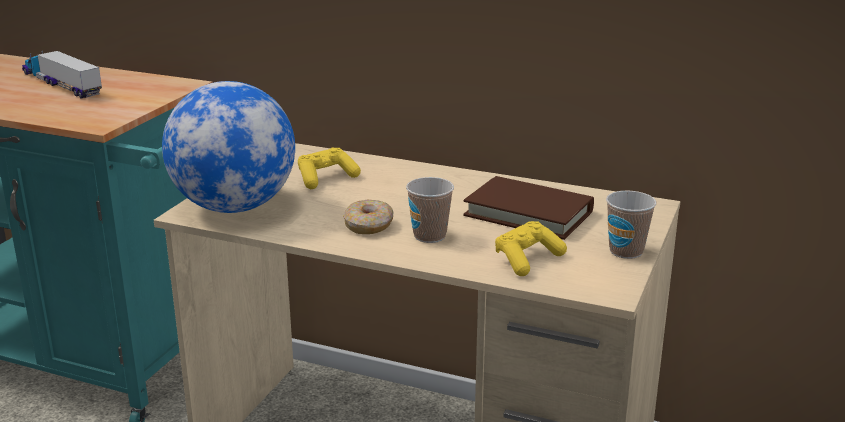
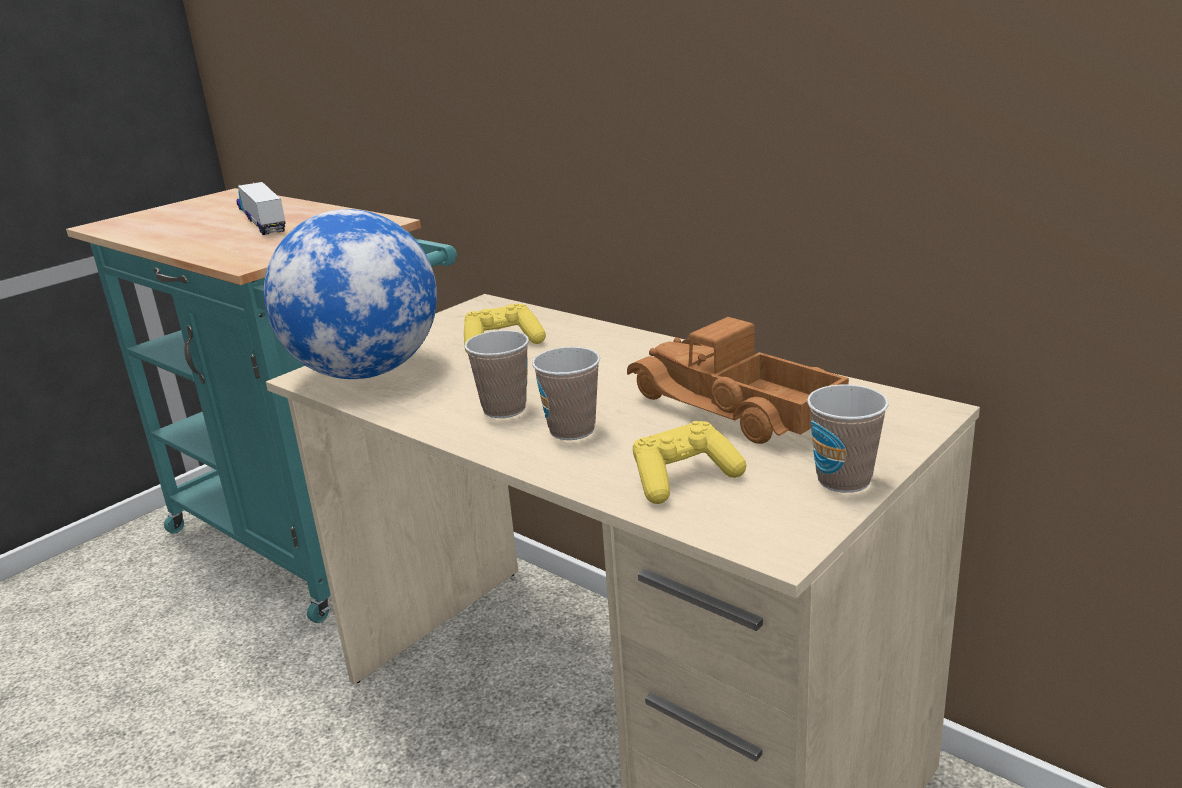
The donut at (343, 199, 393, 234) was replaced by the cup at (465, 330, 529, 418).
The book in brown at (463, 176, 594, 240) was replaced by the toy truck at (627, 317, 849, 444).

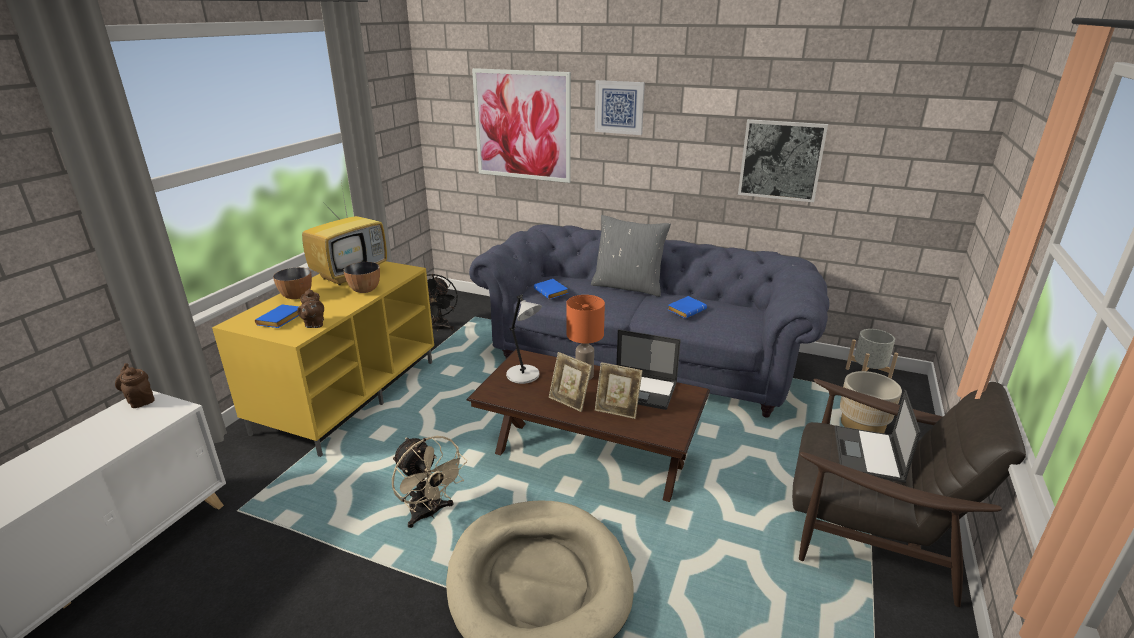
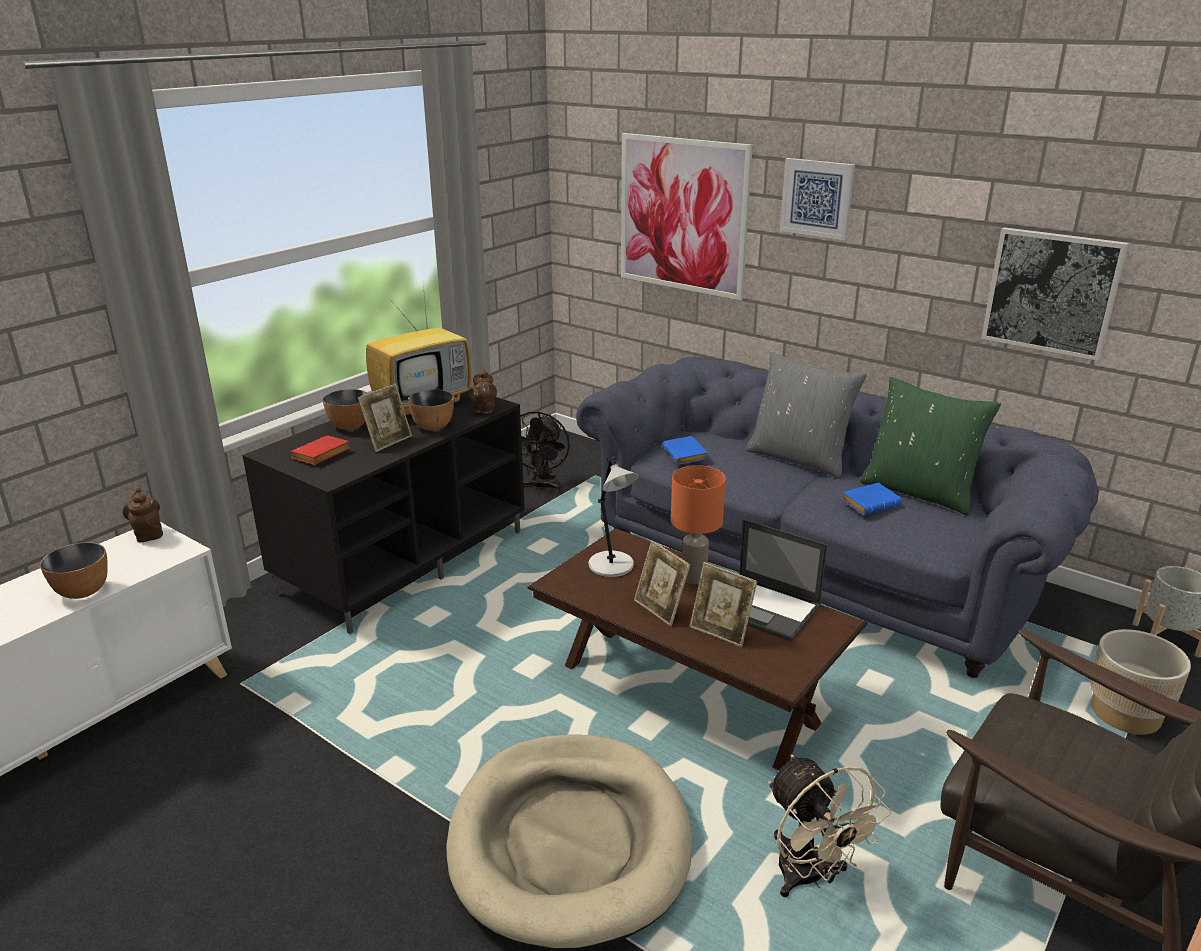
The tv stand in yellow at (212, 261, 434, 457) became the tv stand in black at (243, 390, 525, 634).
The book in blue at (255, 305, 299, 328) became the book in red at (290, 435, 351, 465).
The teapot in brown moved from (297, 288, 324, 328) to (469, 369, 497, 414).
The fan in beige moved from (392, 436, 467, 528) to (768, 755, 891, 897).
The laptop at (835, 390, 921, 483) disappeared.
The bowl at (40, 542, 108, 599) appeared.
The picture frame at (358, 384, 412, 452) appeared.
The pillow in green at (860, 377, 1001, 516) appeared.

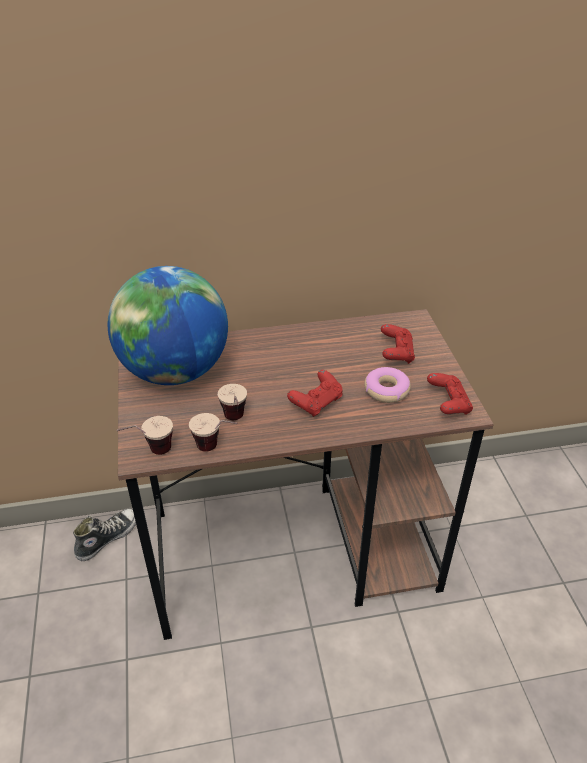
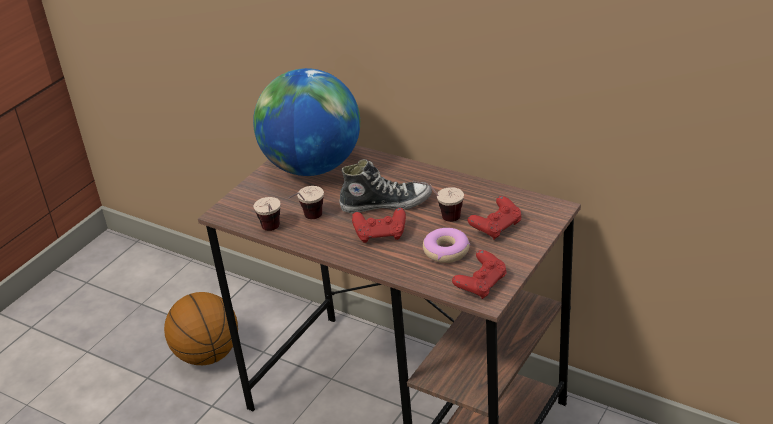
The shoe moved from (73, 508, 136, 561) to (339, 159, 432, 213).
The cup moved from (117, 416, 173, 455) to (413, 181, 464, 222).
The basketball at (164, 292, 238, 365) appeared.

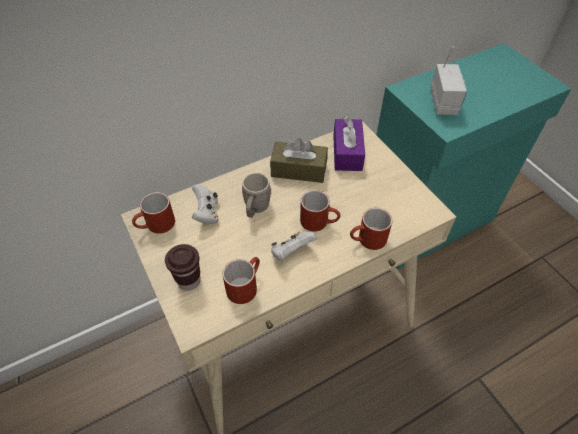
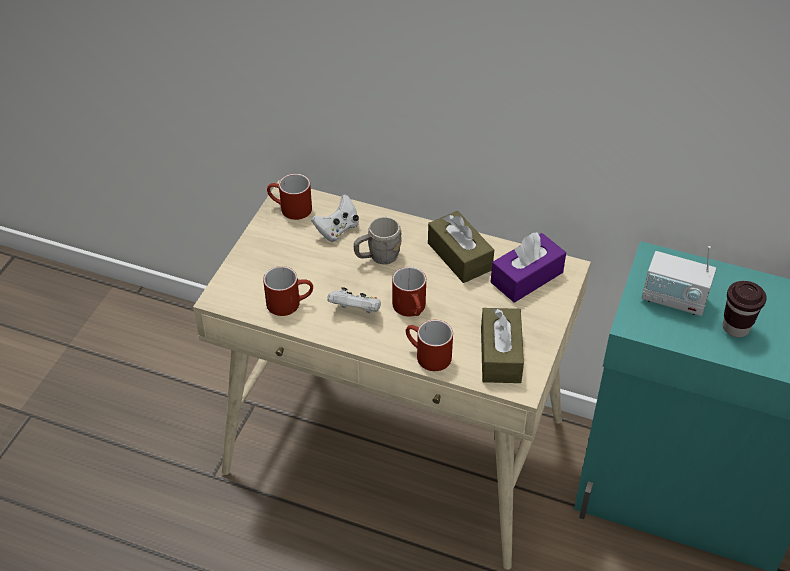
The cup in brown moved from (165, 244, 201, 291) to (723, 281, 767, 337).
The radio at (430, 46, 467, 115) turned 60 degrees clockwise.
The tissue box in brown at (481, 308, 524, 383) appeared.

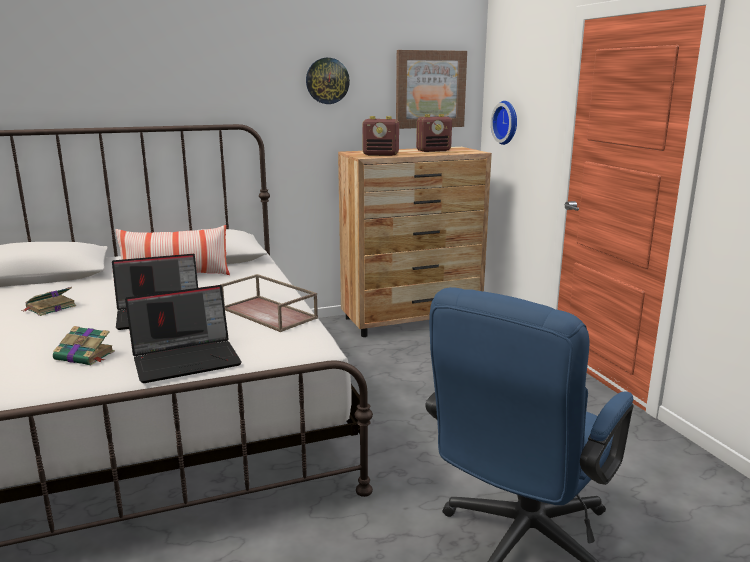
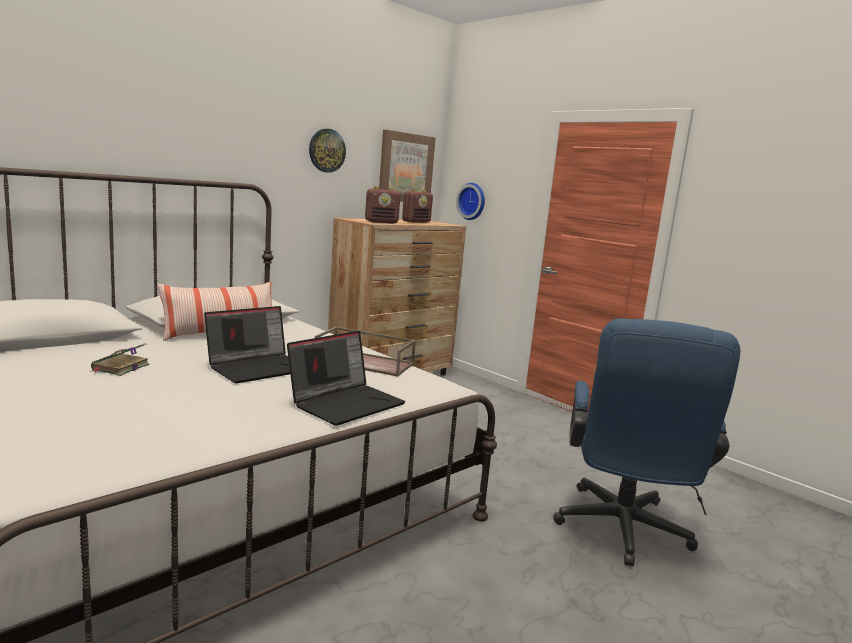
The book at (53, 326, 115, 365) disappeared.

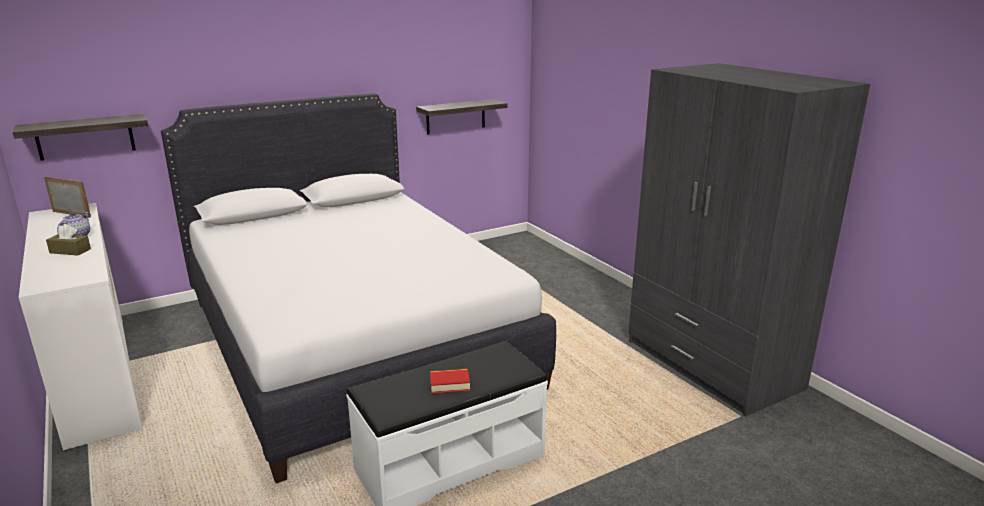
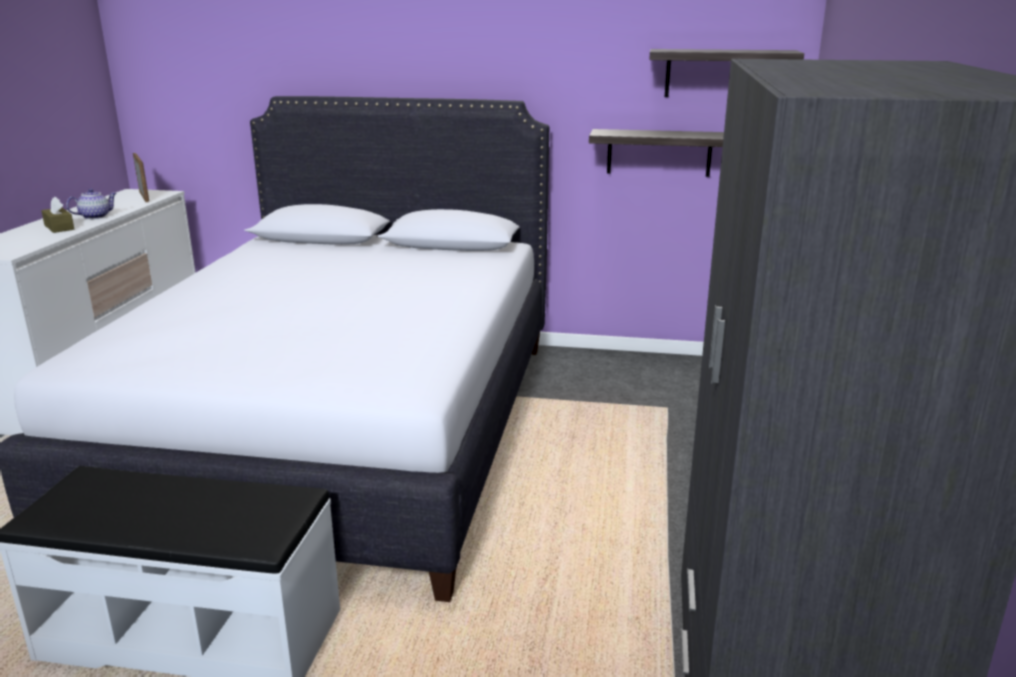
The shelf moved from (13, 114, 148, 161) to (649, 49, 804, 97).
The book at (430, 369, 470, 394) disappeared.

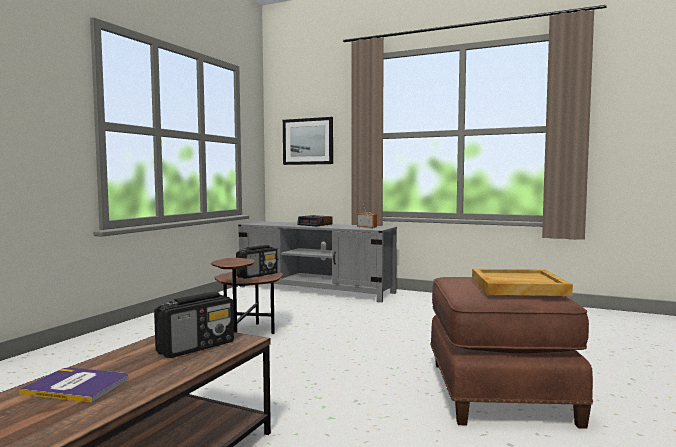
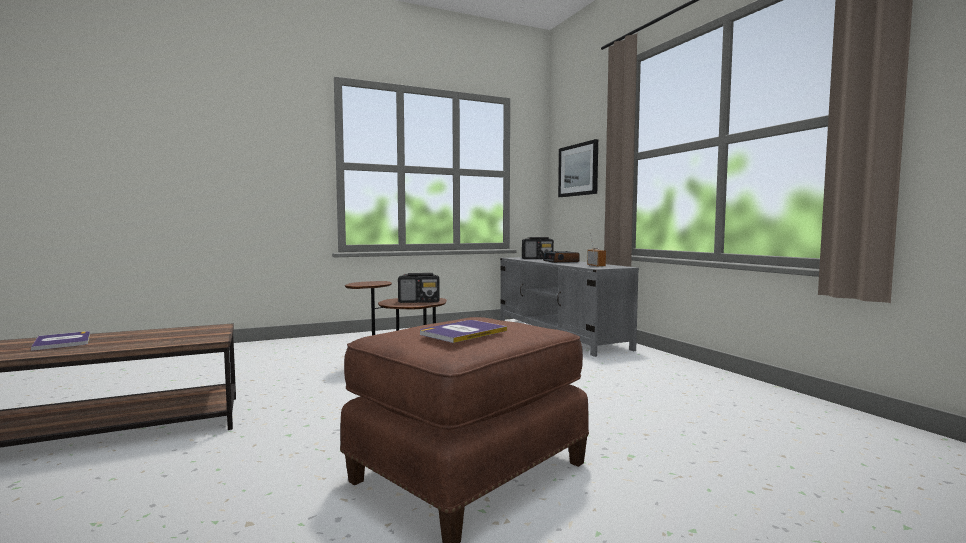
The radio moved from (154, 292, 234, 358) to (522, 237, 554, 259).
The tray in beige at (472, 269, 573, 296) was replaced by the book at (420, 320, 507, 343).

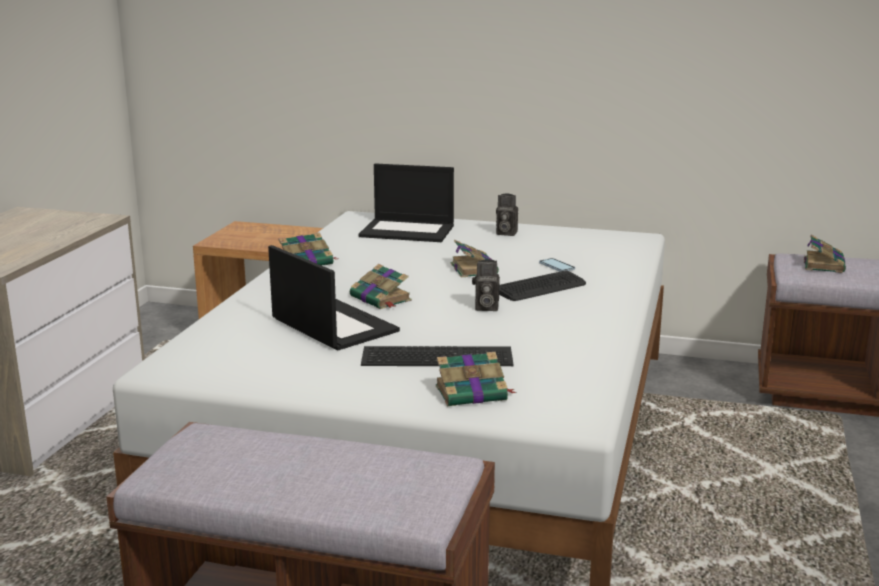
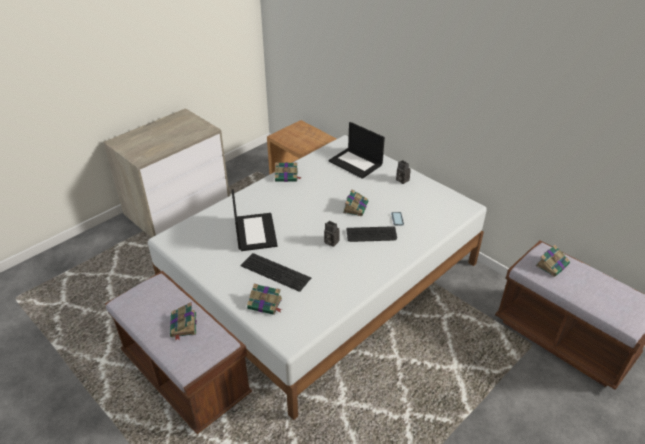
The book moved from (350, 264, 412, 309) to (170, 302, 197, 341).

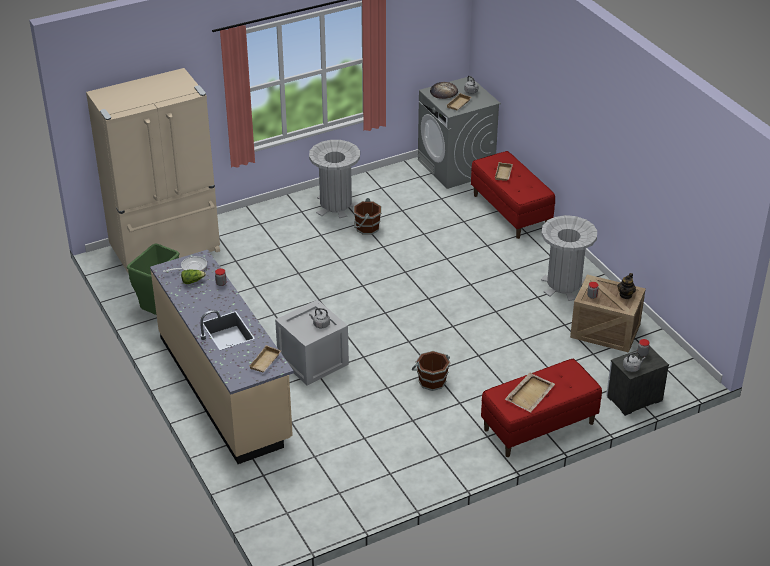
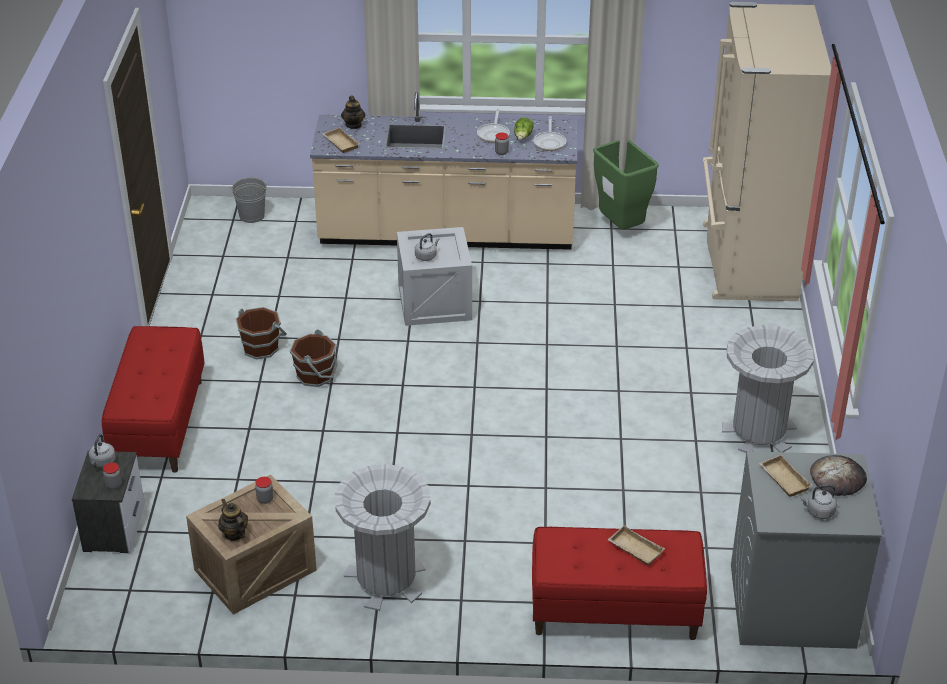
The bucket in brown moved from (353, 198, 382, 235) to (236, 307, 287, 360).
The tray in beige at (505, 373, 555, 412) disappeared.
The bucket in grey at (230, 177, 268, 223) appeared.
The teapot at (341, 96, 365, 129) appeared.
The frying pan at (477, 109, 510, 143) appeared.

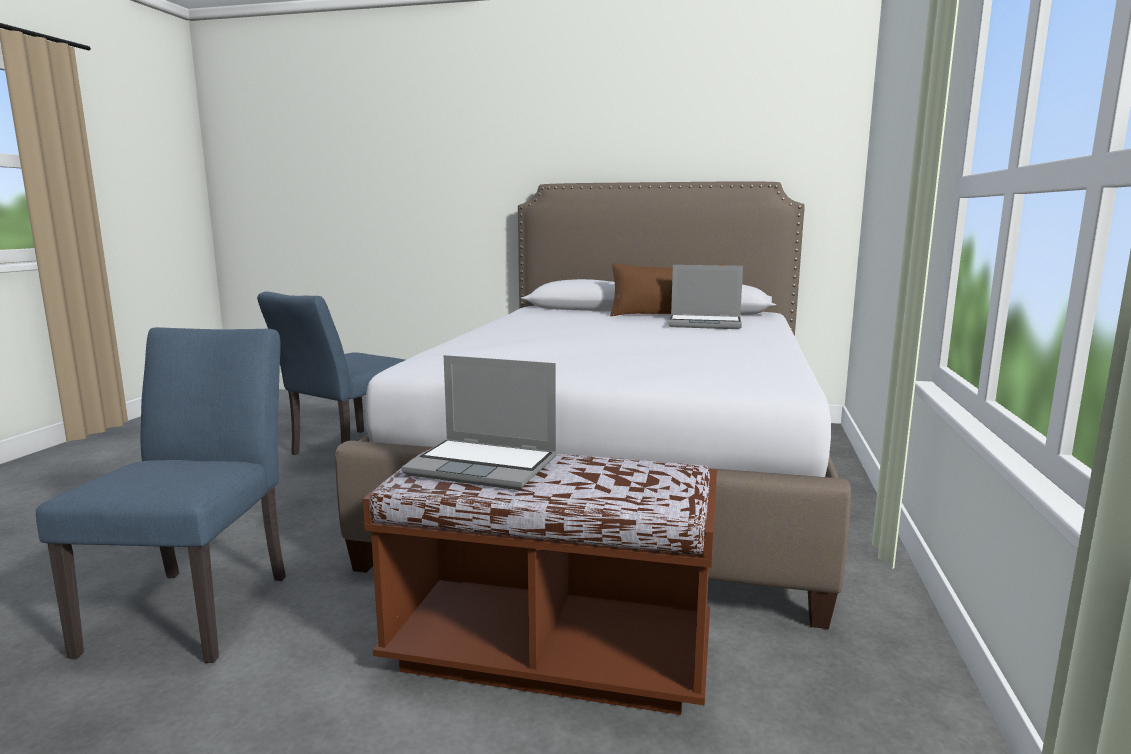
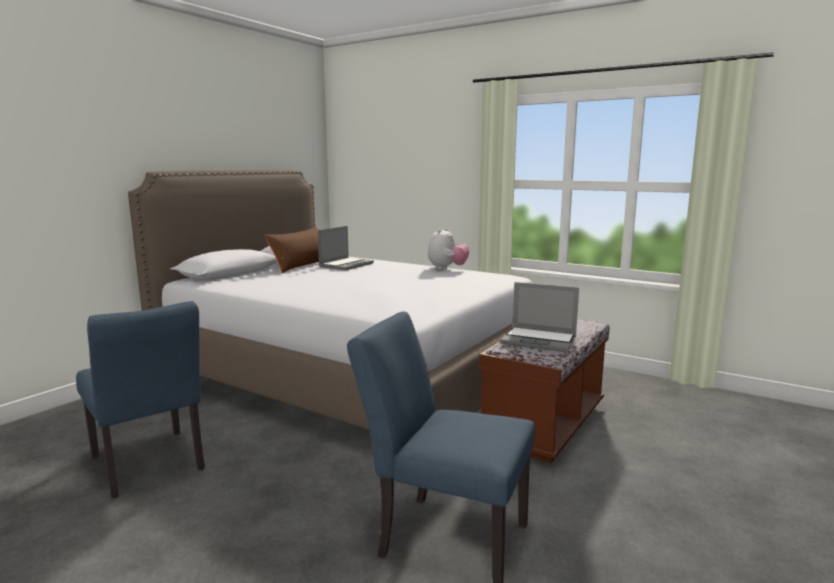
The laptop at (402, 355, 557, 490) turned 75 degrees clockwise.
The plush toy at (428, 228, 469, 270) appeared.

